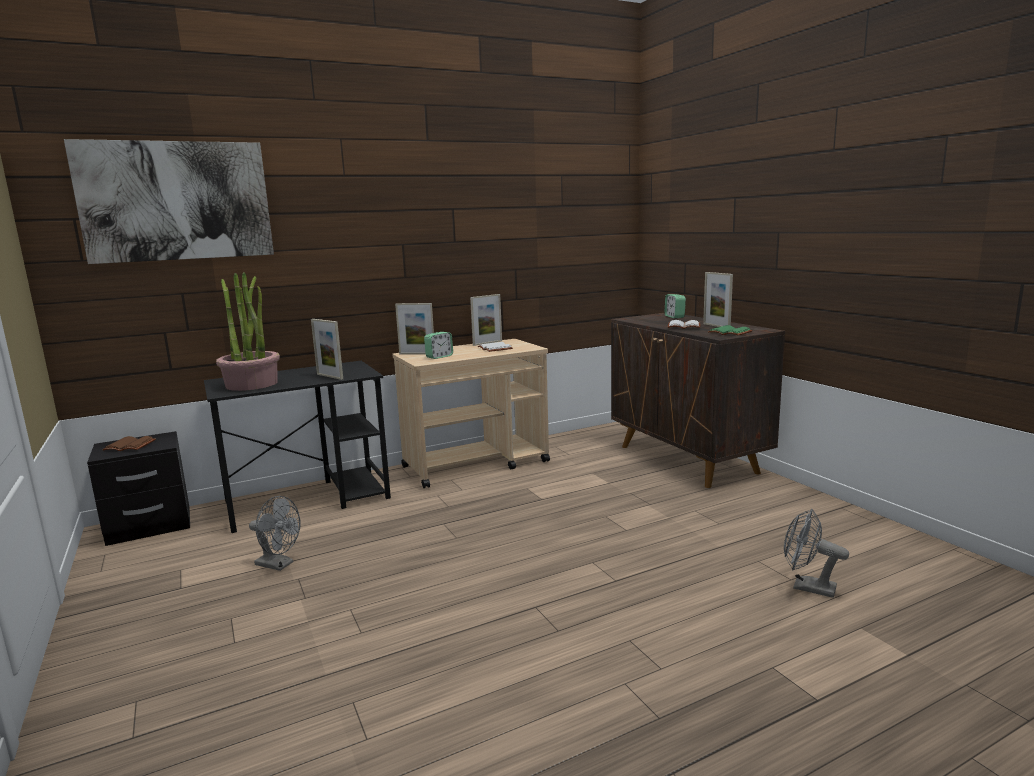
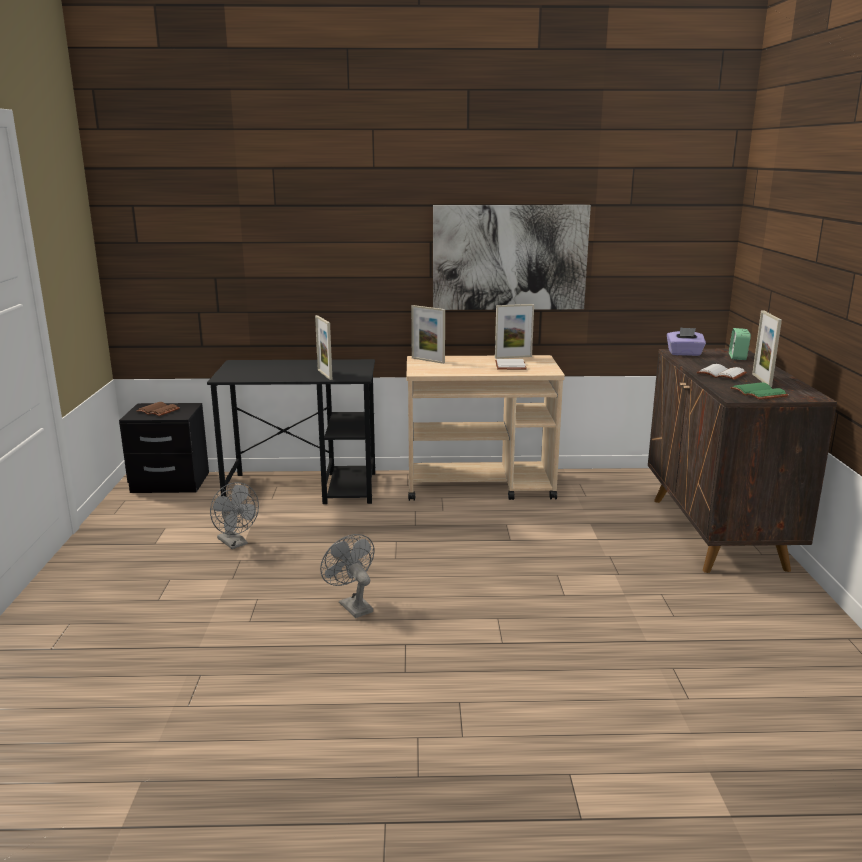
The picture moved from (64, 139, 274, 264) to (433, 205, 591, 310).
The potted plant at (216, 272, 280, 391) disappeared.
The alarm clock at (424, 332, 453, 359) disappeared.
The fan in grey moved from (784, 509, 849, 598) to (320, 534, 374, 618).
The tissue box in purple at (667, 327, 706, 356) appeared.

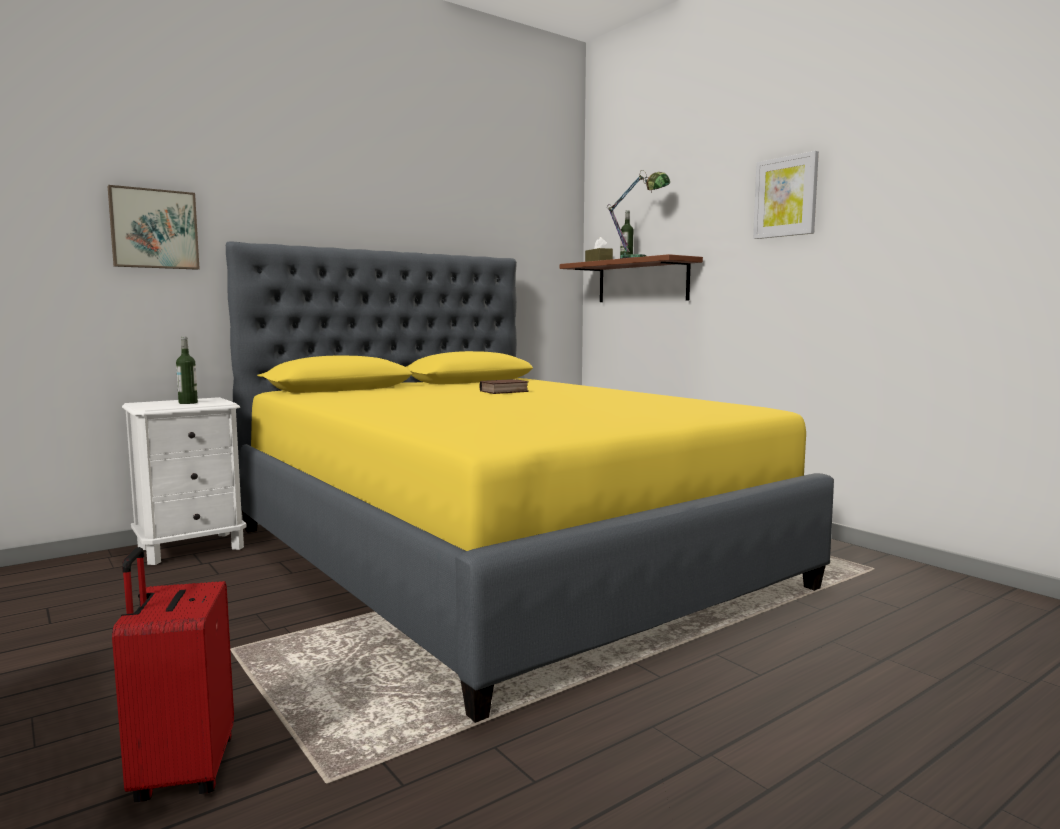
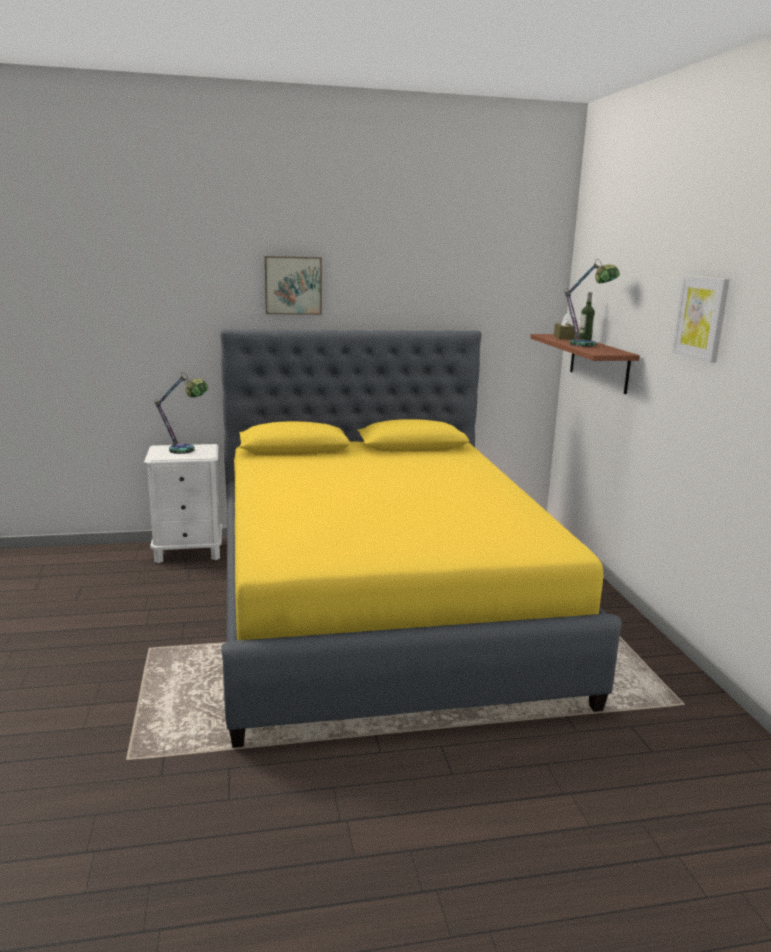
The picture moved from (108, 185, 200, 270) to (264, 256, 322, 315).
The suitcase in red at (112, 547, 234, 802) disappeared.
The bottle at (176, 337, 198, 404) was replaced by the table lamp at (154, 372, 208, 454).
The book at (480, 379, 529, 394) disappeared.

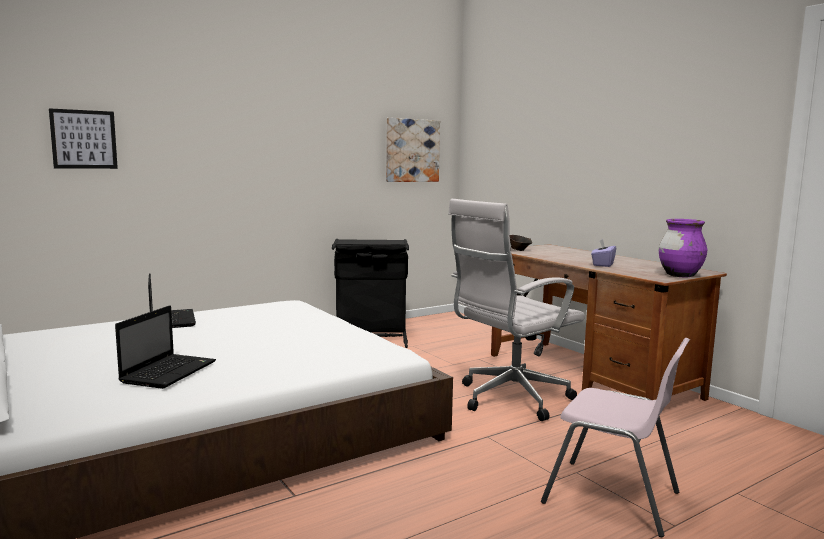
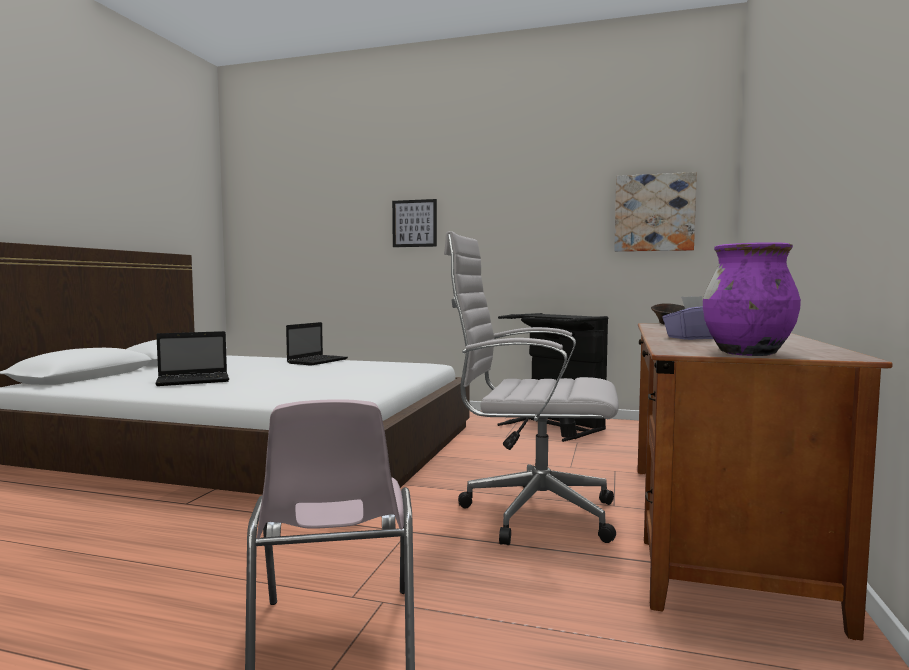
The picture moved from (49, 108, 118, 169) to (392, 199, 437, 247).

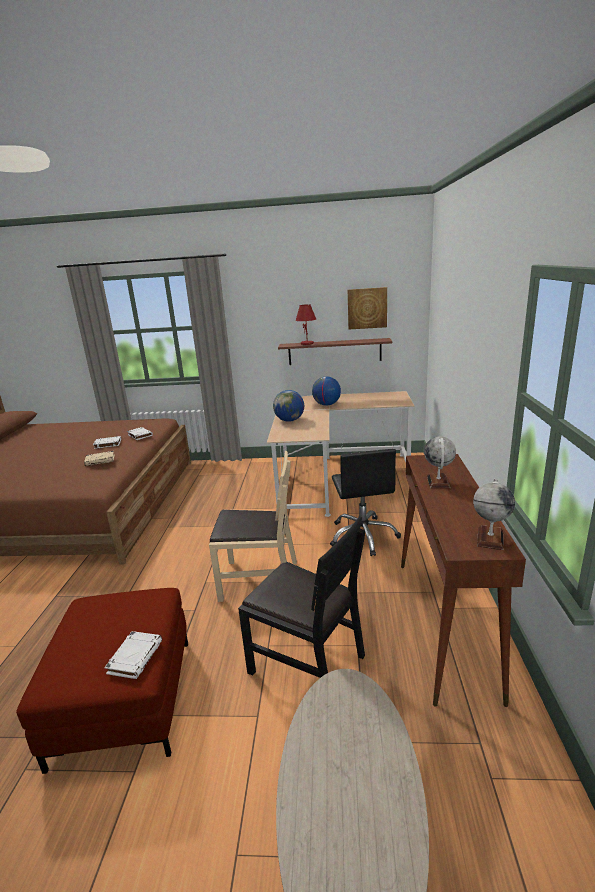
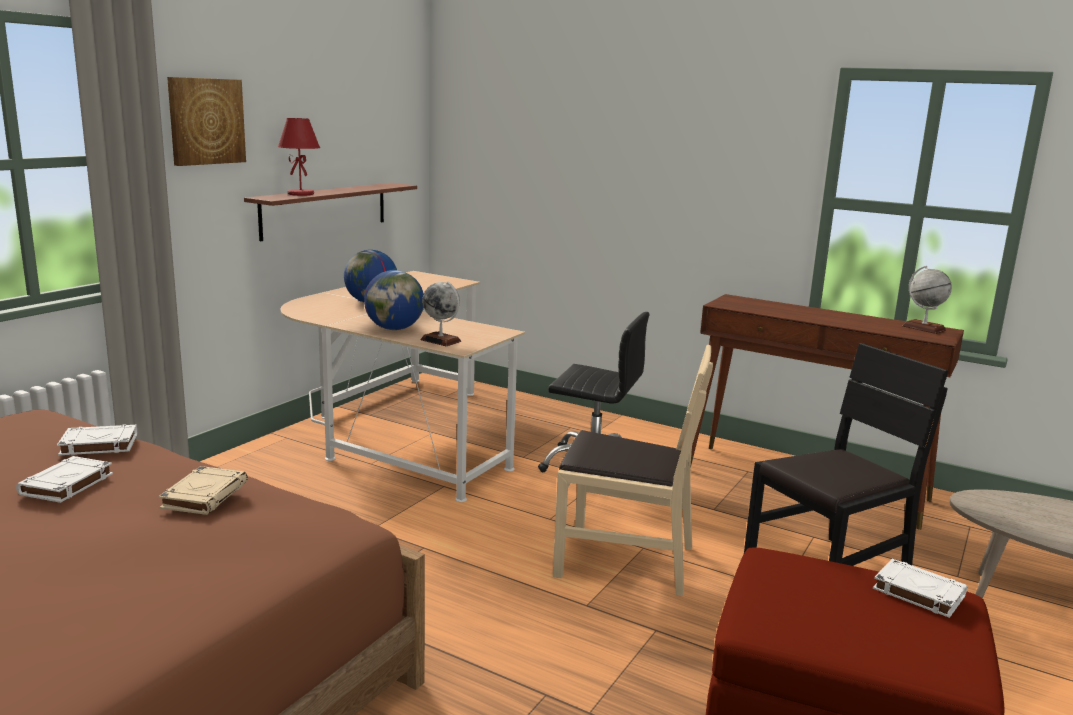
The chair in beige at (209, 451, 297, 602) turned 75 degrees clockwise.
The picture moved from (348, 287, 387, 329) to (167, 77, 246, 166).
The globe moved from (424, 436, 456, 488) to (420, 281, 461, 346).

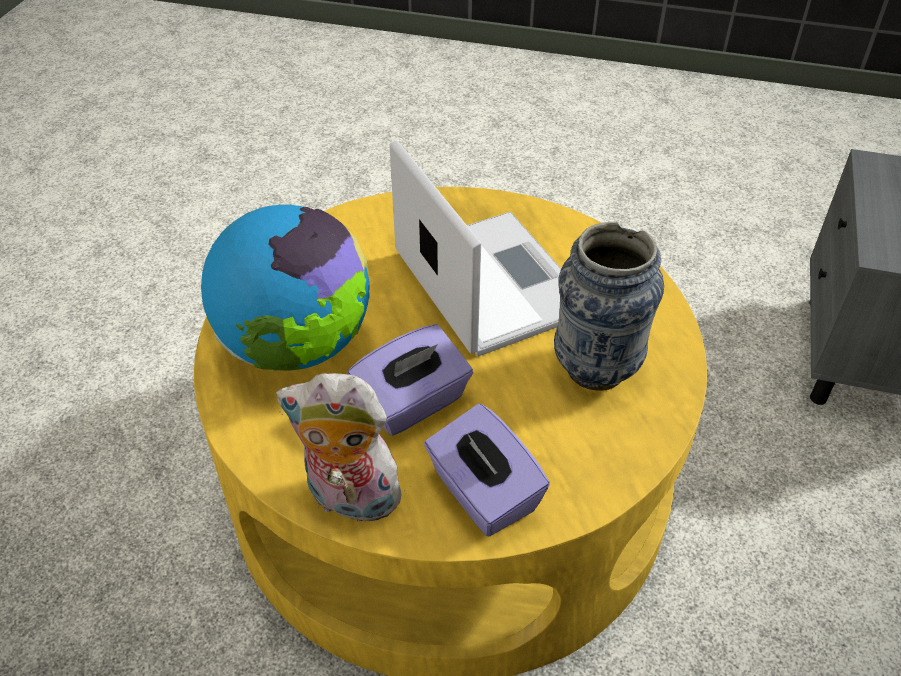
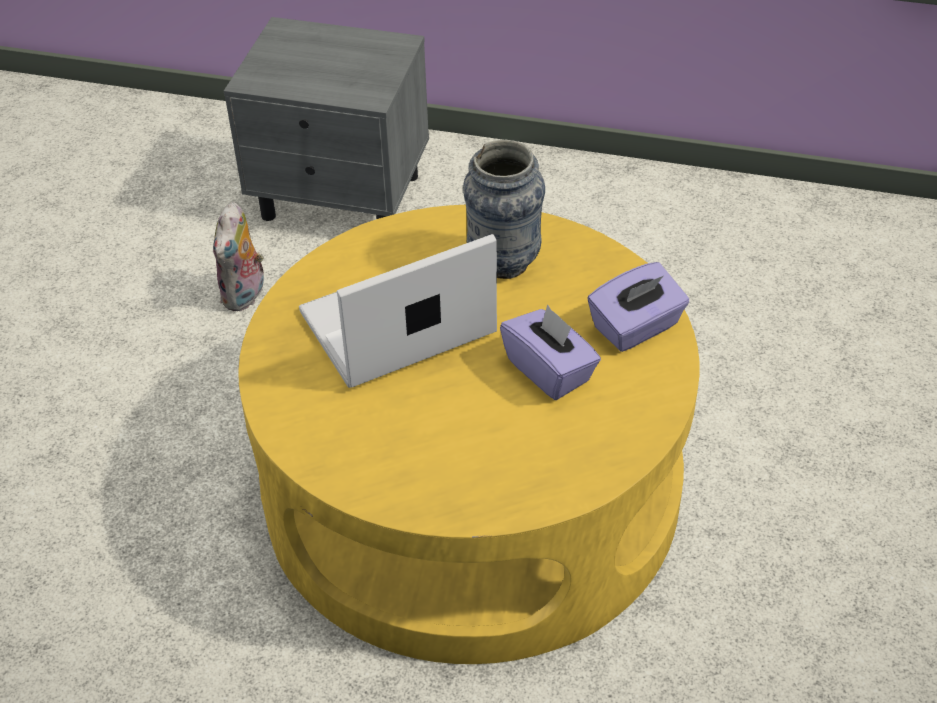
The globe at (201, 205, 370, 371) disappeared.
The plush toy moved from (276, 373, 405, 522) to (213, 202, 264, 311).

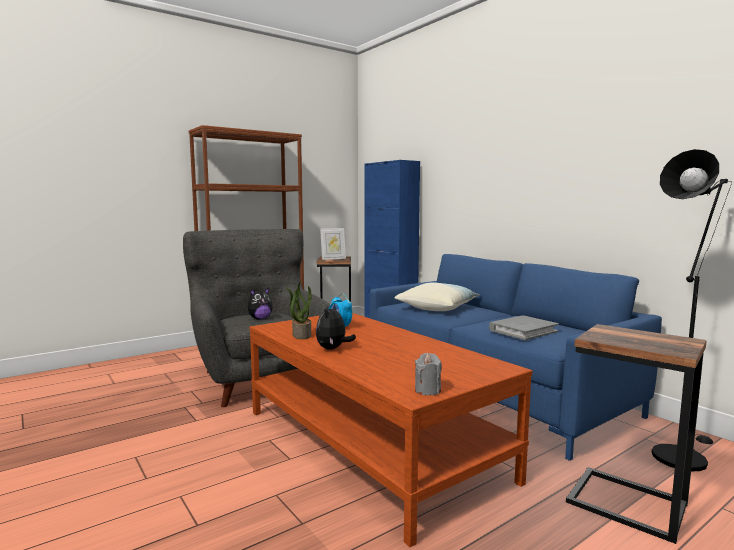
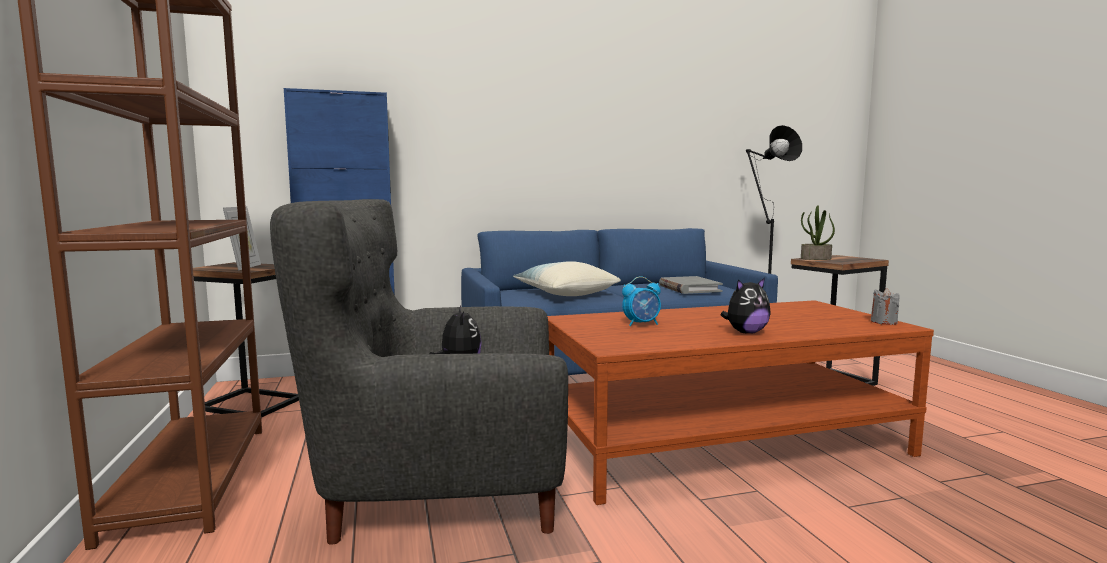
The potted plant moved from (286, 282, 312, 339) to (801, 205, 835, 260).
The plush toy at (316, 304, 356, 350) turned 60 degrees counterclockwise.

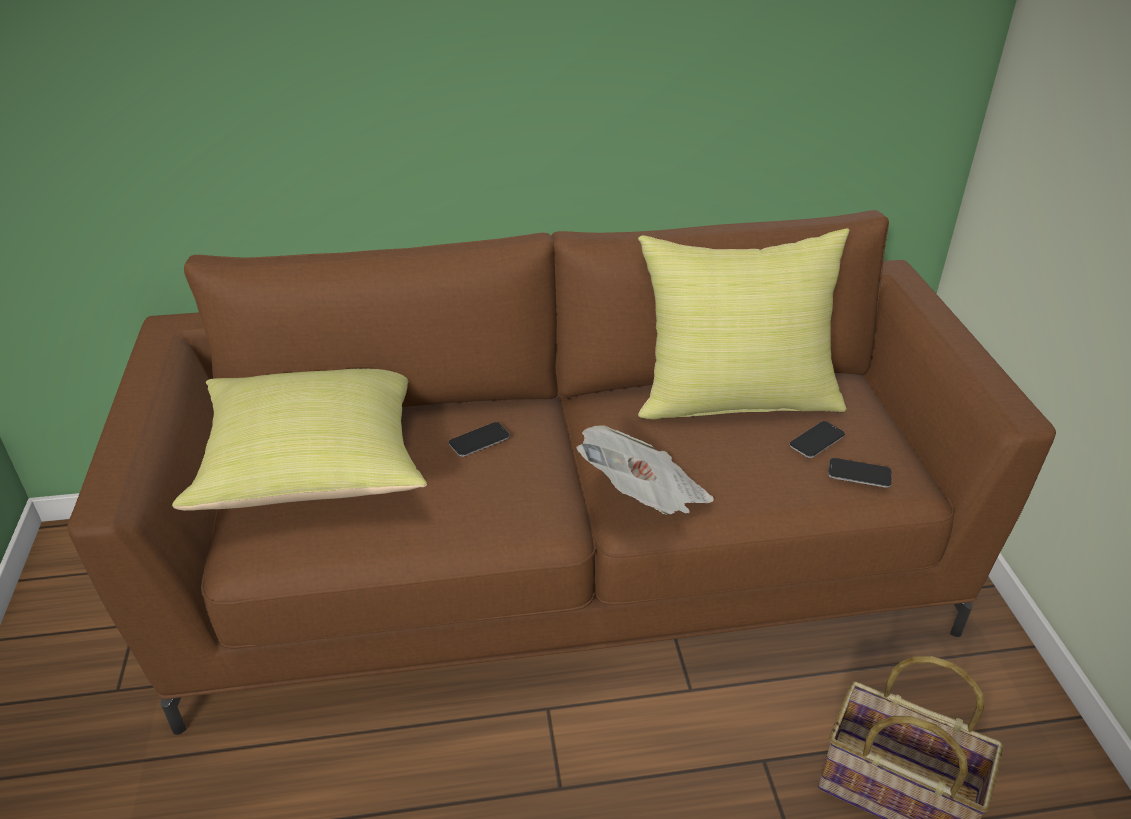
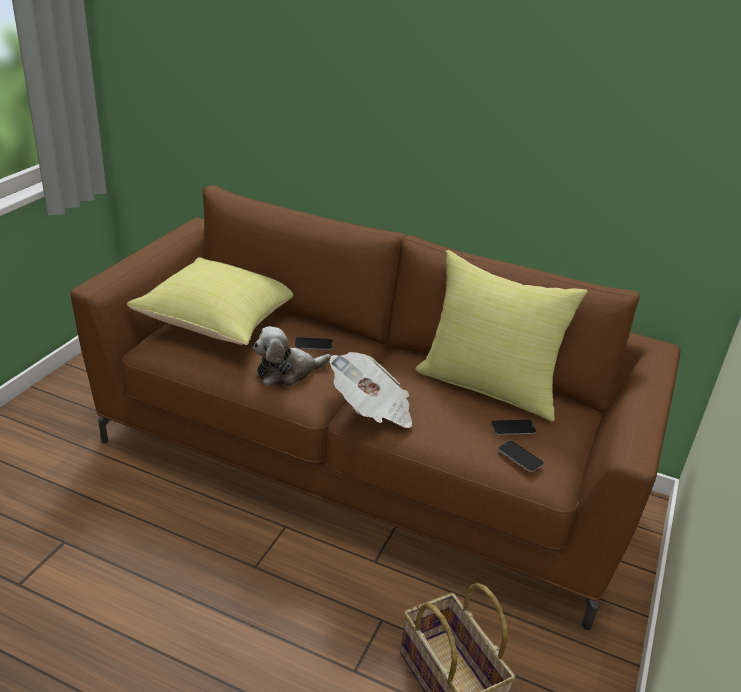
The plush toy at (253, 326, 331, 386) appeared.

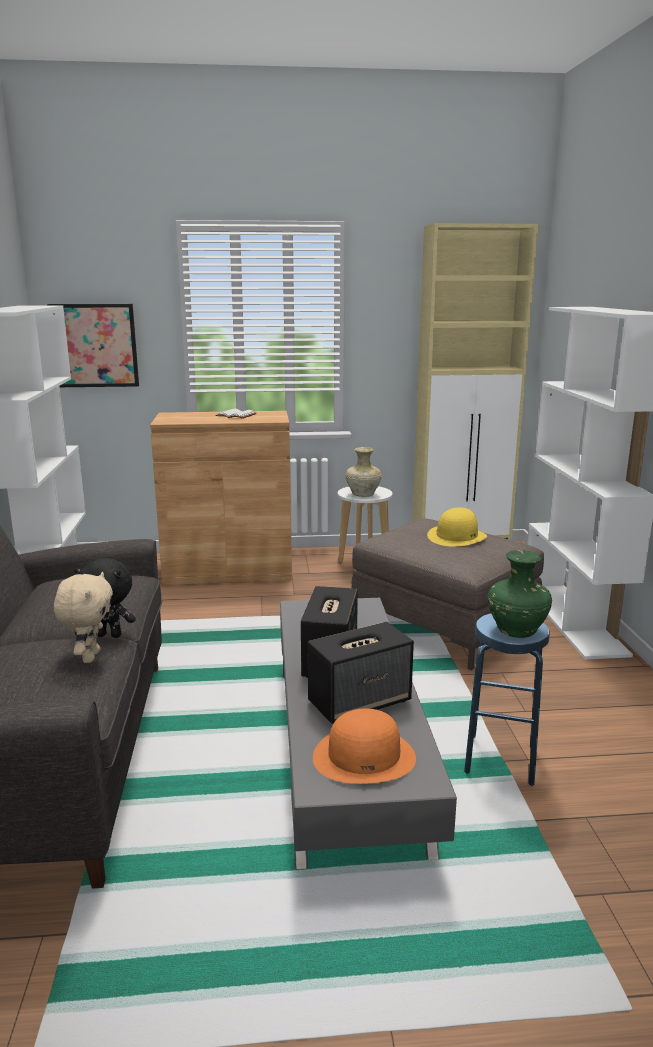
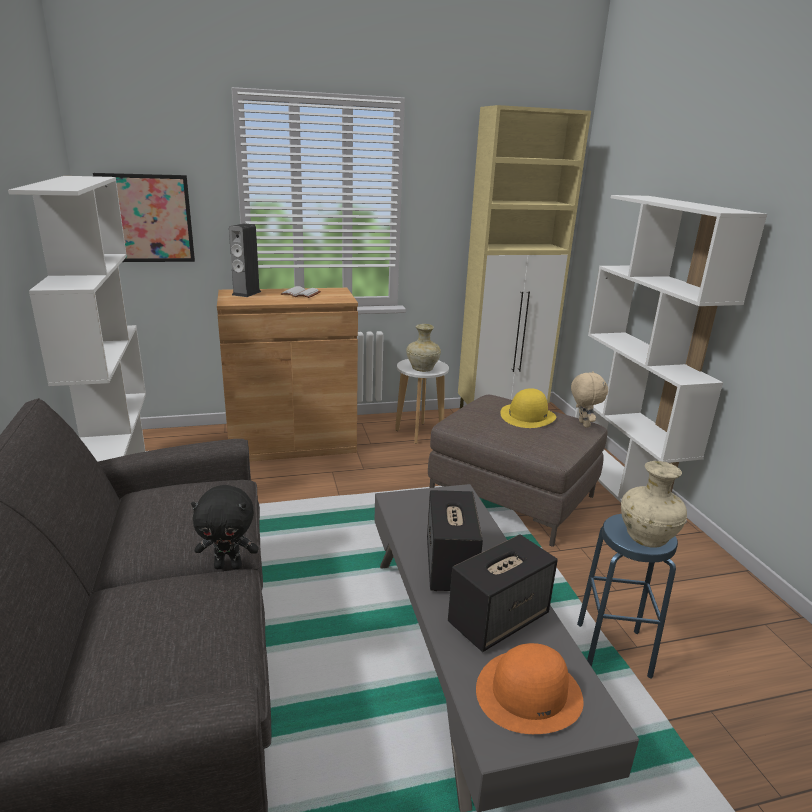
The plush toy in beige moved from (54, 572, 113, 663) to (571, 371, 608, 427).
The vase in green at (488, 550, 552, 638) became the vase in beige at (621, 461, 687, 548).
The speaker at (229, 223, 261, 297) appeared.

